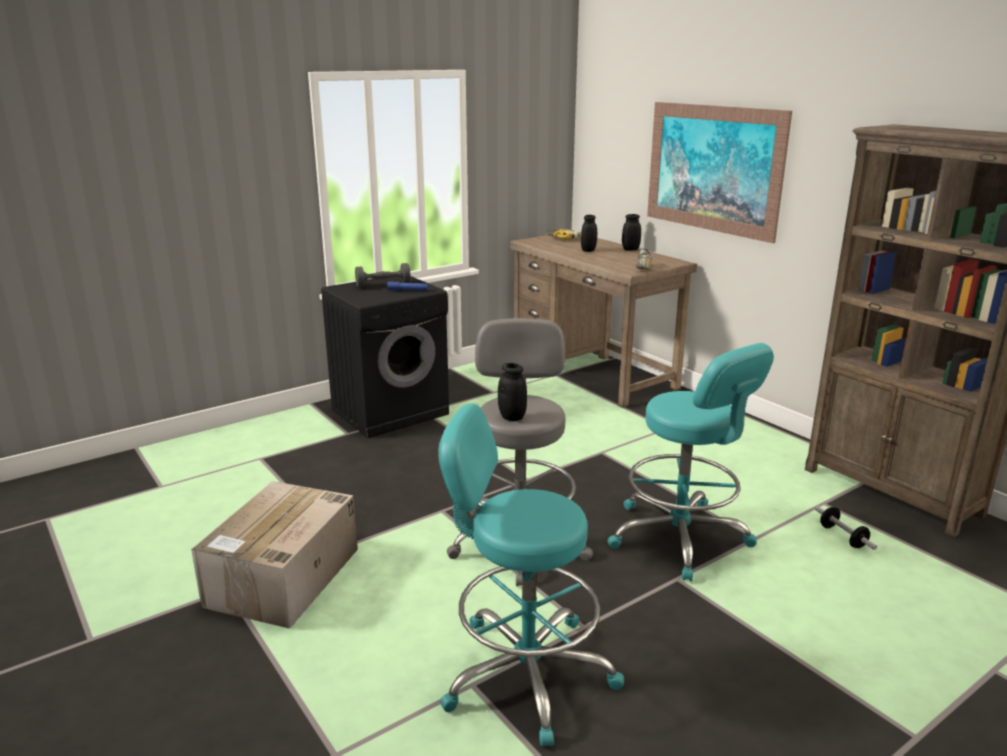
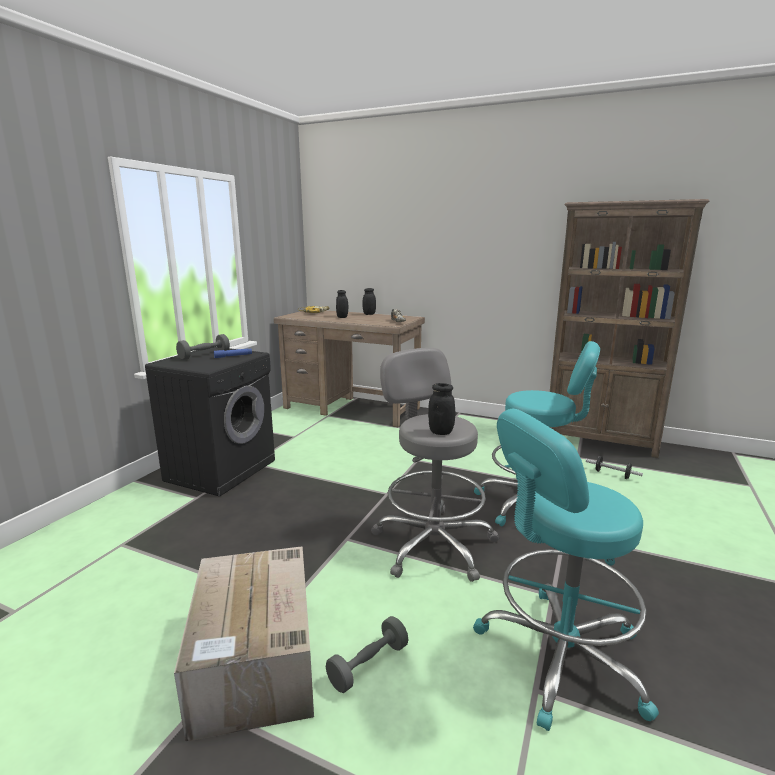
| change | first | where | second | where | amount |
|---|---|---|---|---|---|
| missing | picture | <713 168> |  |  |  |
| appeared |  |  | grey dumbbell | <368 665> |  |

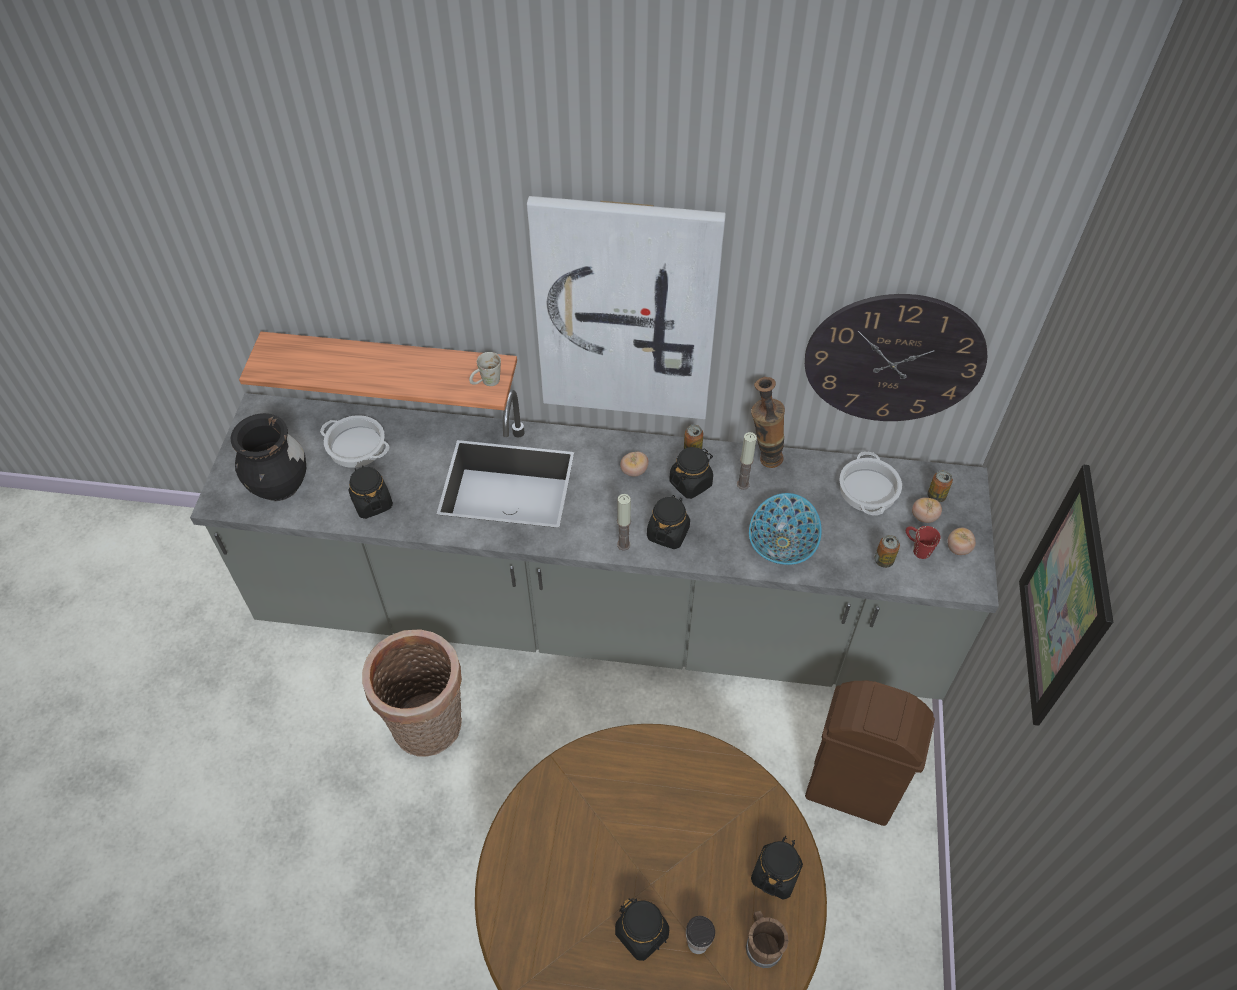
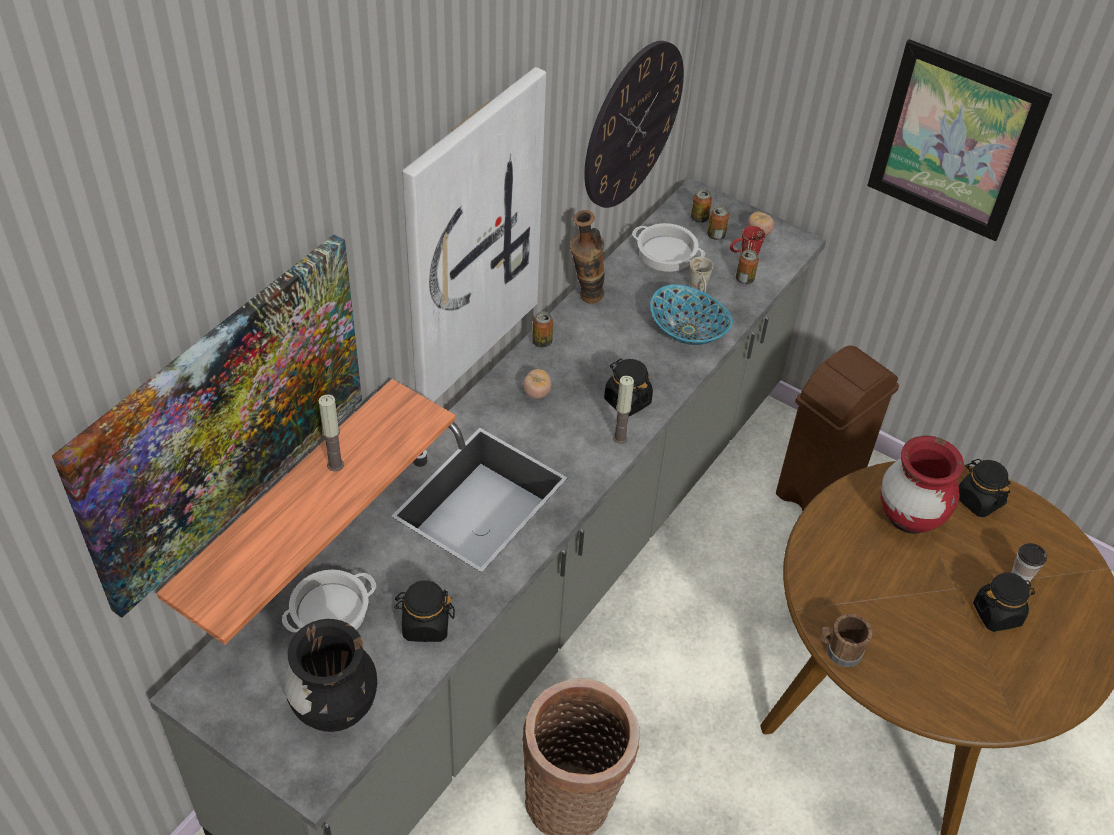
| change | first | where | second | where | amount |
|---|---|---|---|---|---|
| relocated | white mug | <486 383> |  | <699 289> |  |
| relocated | candle | <743 484> |  | <335 464> |  |
| missing | black jar | <690 483> |  |  |  |
| exchanged | tomato | <924 517> | can | <716 235> |  |
| relocated | brown mug | <762 944> |  | <839 651> |  |
| appeared |  |  | picture | <223 420> |  |
| appeared |  |  | red vase | <909 517> |  |

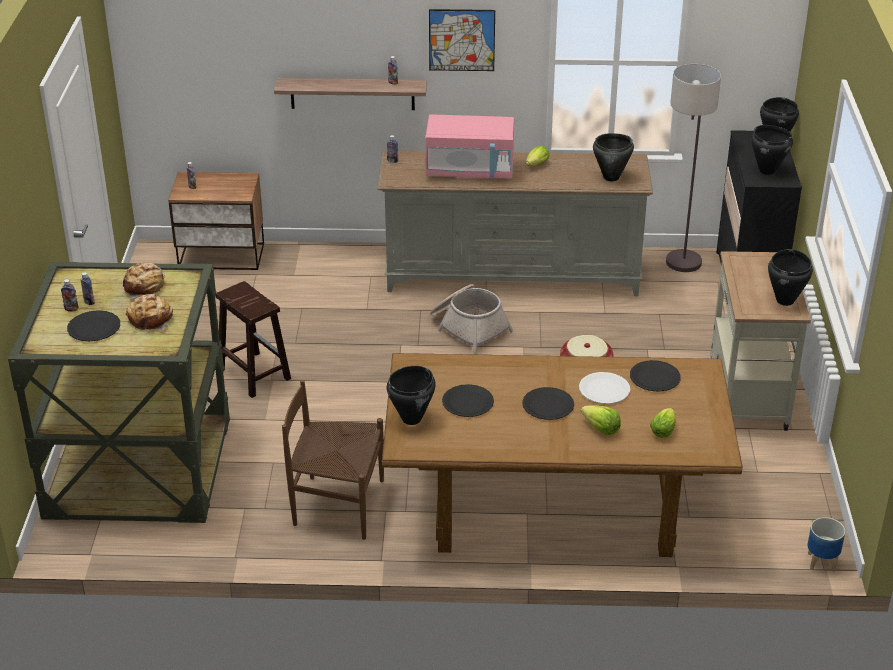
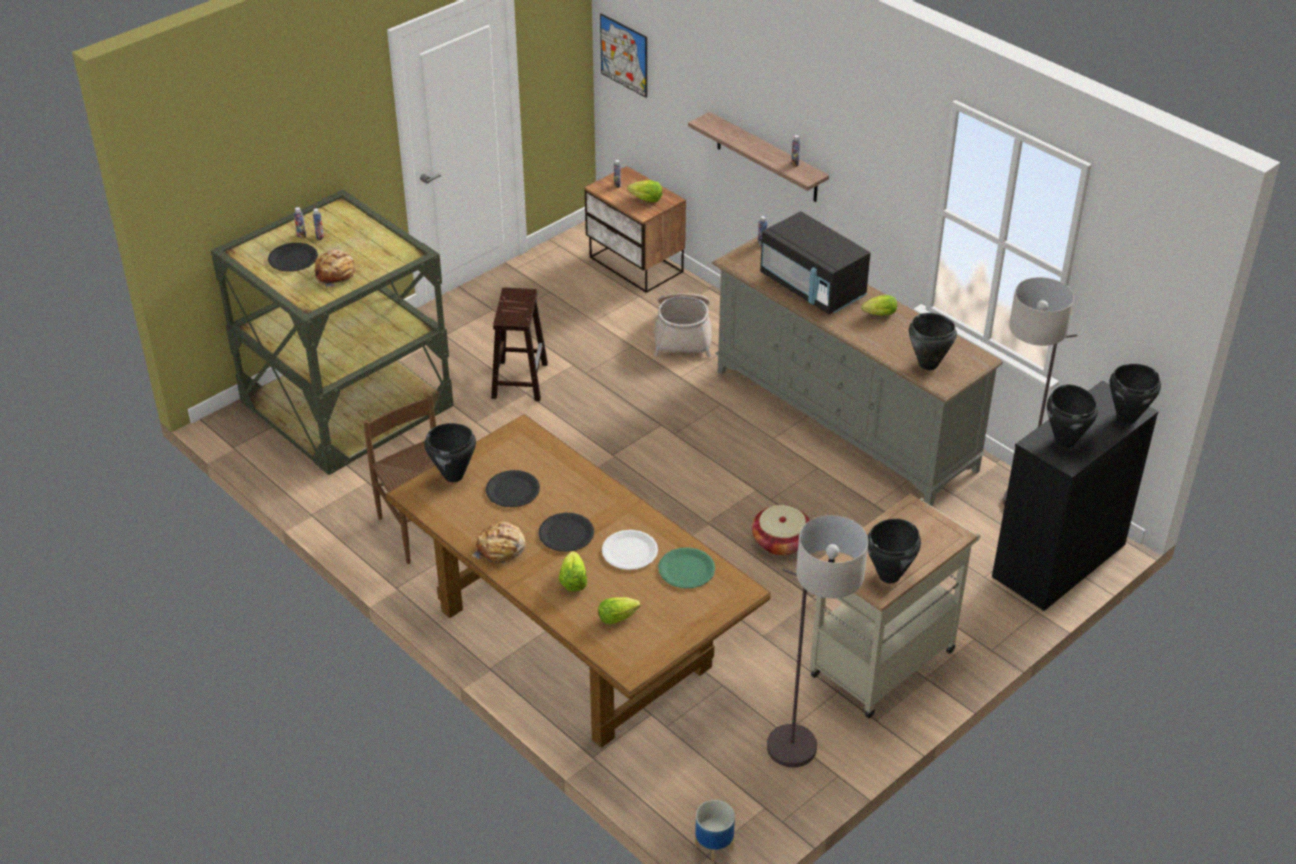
| change | first | where | second | where | amount |
|---|---|---|---|---|---|
| relocated | picture | <461 40> |  | <624 55> |  |
| colour | pink microwave | <470 170> | black microwave | <812 287> |  |
| relocated | bread | <145 287> |  | <501 549> |  |
| relocated | basket | <468 327> |  | <683 334> |  |
| colour | black plate | <654 377> | green plate | <686 569> |  |
| appeared |  |  | lettuce | <646 200> |  |
| appeared |  |  | grey floor lamp | <805 753> |  |

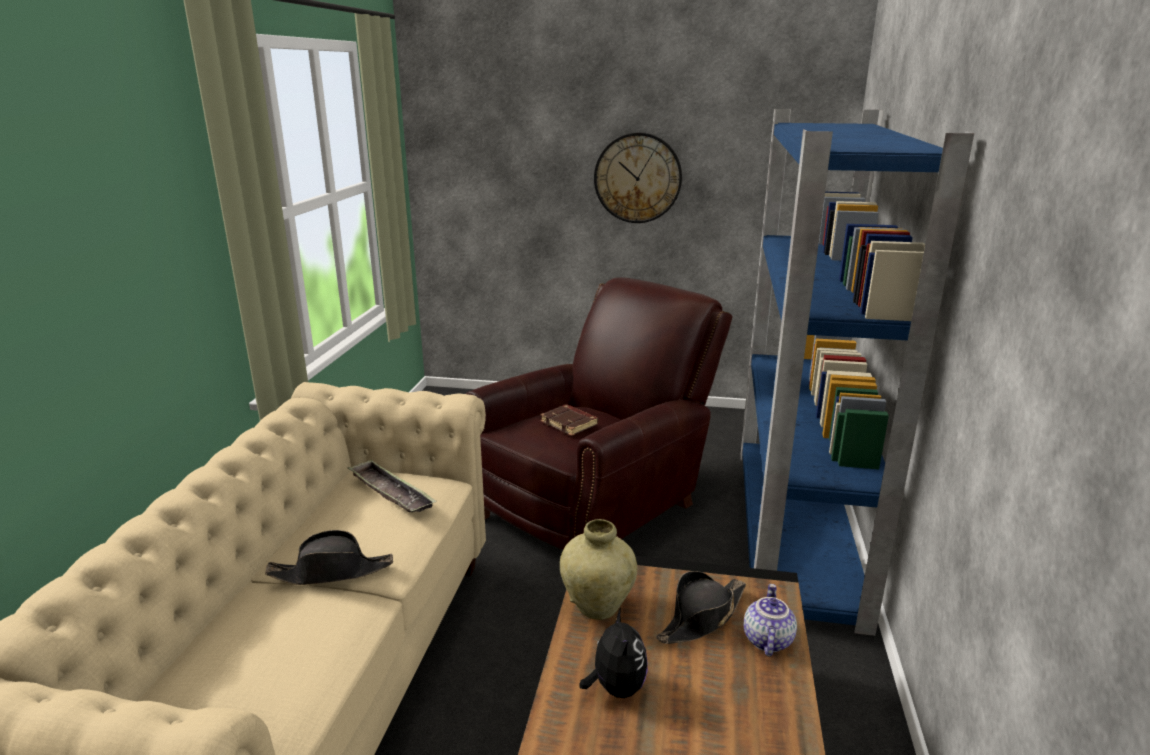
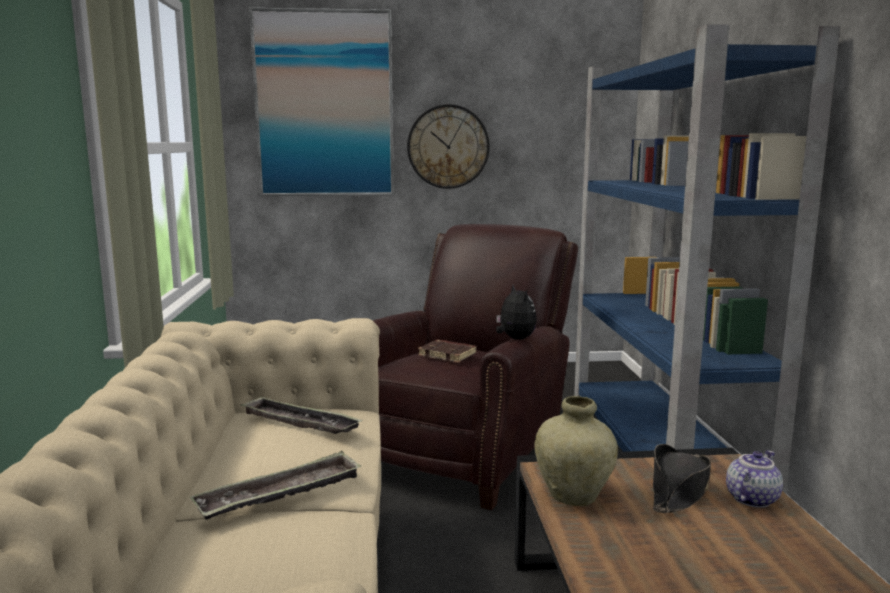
| change | first | where | second | where | amount |
|---|---|---|---|---|---|
| exchanged | black hat | <332 571> | tray | <281 494> |  |
| spun | teapot | <766 639> |  | <750 498> | 45 degrees clockwise |
| relocated | plush toy | <616 687> |  | <515 339> |  |
| appeared |  |  | picture | <324 105> |  |

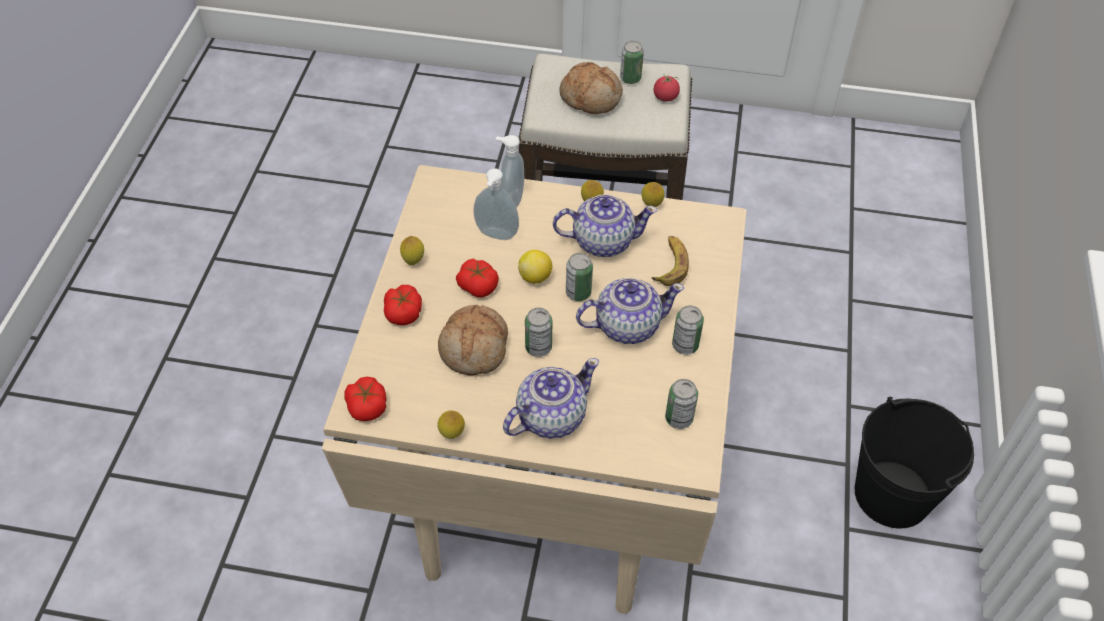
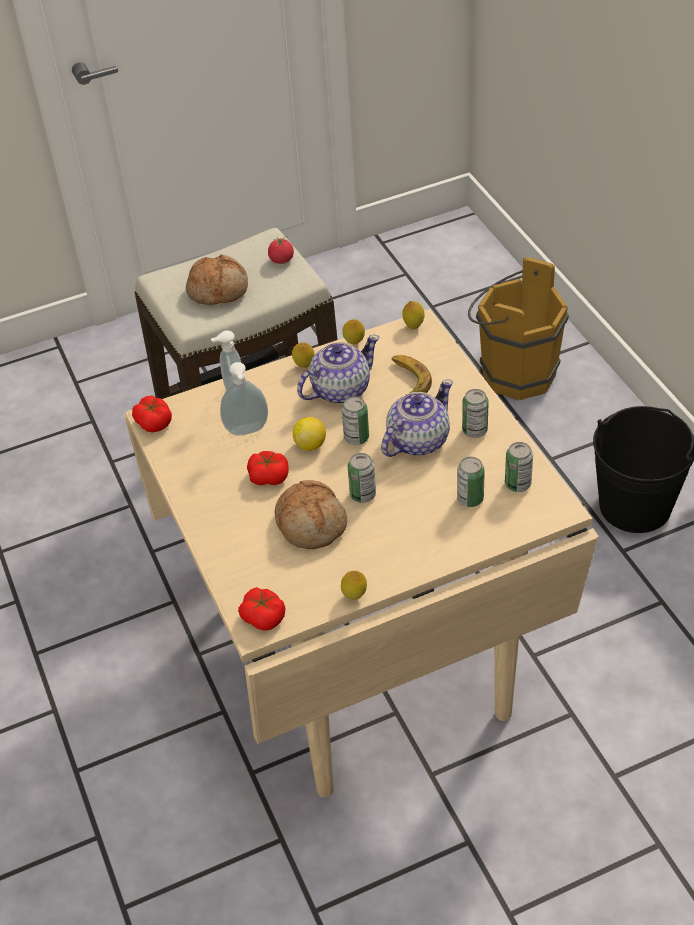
| change | first | where | second | where | amount |
|---|---|---|---|---|---|
| relocated | can | <630 78> |  | <470 499> |  |
| relocated | lemon | <413 261> |  | <413 326> |  |
| relocated | tomato | <404 312> |  | <154 422> |  |
| missing | teapot | <550 417> |  |  |  |
| appeared |  |  | brown bucket | <513 373> |  |

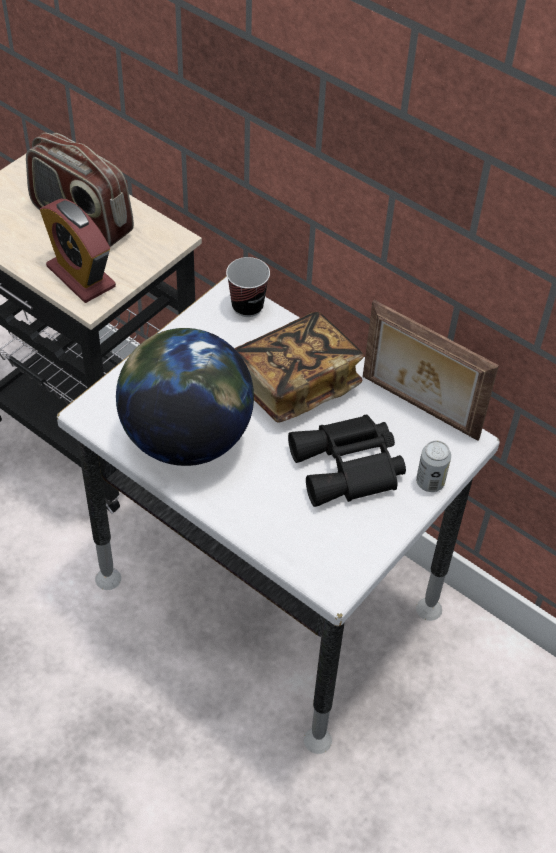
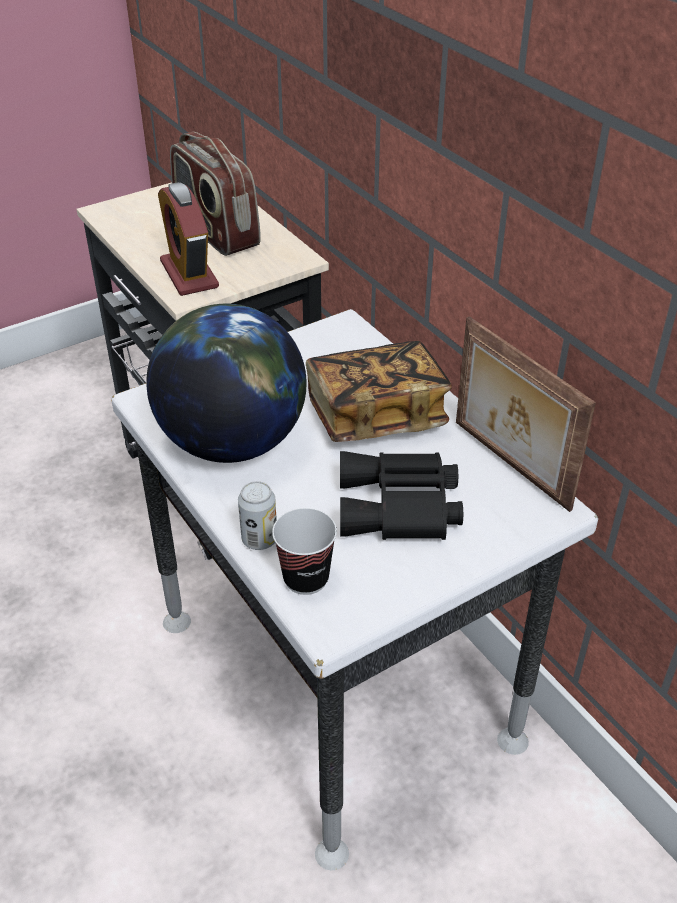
| change | first | where | second | where | amount |
|---|---|---|---|---|---|
| relocated | cup | <247 306> |  | <306 578> |  |
| relocated | can | <430 482> |  | <259 539> |  |

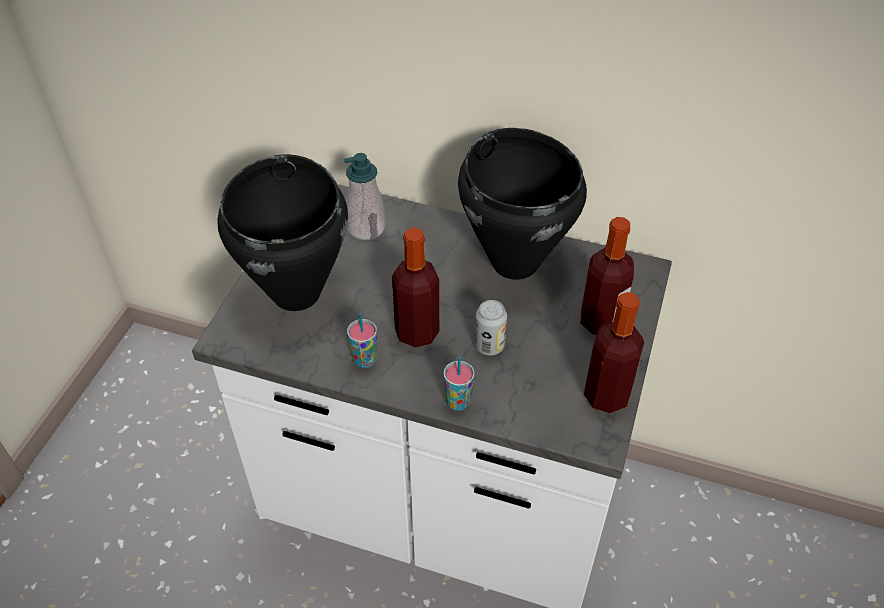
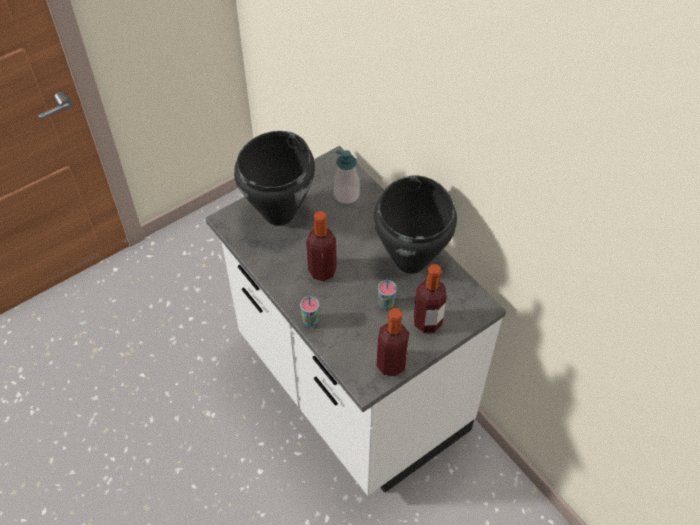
| change | first | where | second | where | amount |
|---|---|---|---|---|---|
| missing | can | <489 345> |  |  |  |
| relocated | cup | <365 360> |  | <386 304> |  |

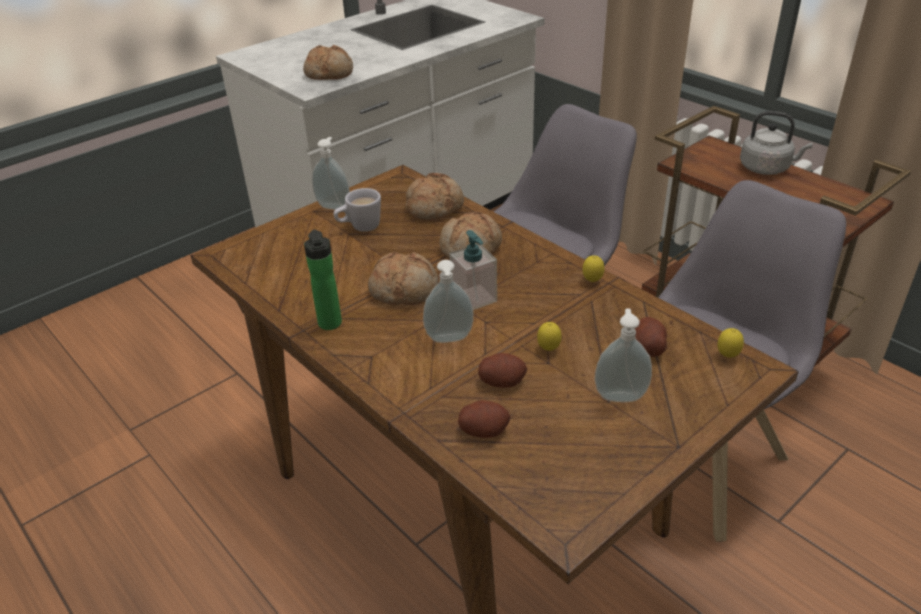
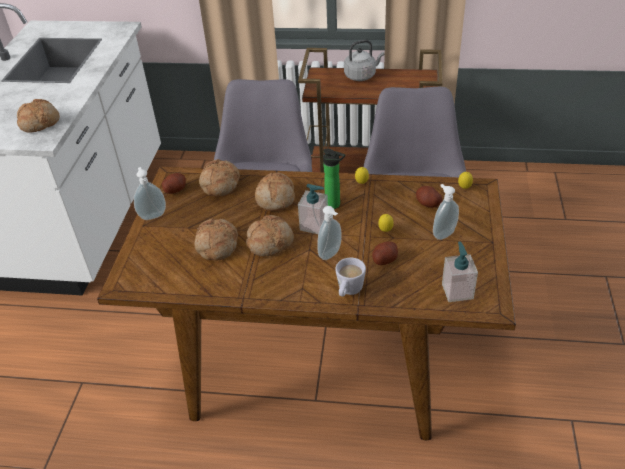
| change | first | where | second | where | amount |
|---|---|---|---|---|---|
| relocated | white mug | <359 227> |  | <348 291> |  |
| relocated | bottle | <330 325> |  | <334 205> |  |
| relocated | potato | <484 430> |  | <175 190> |  |
| appeared |  |  | bread | <216 245> |  |
| appeared |  |  | soap dispenser | <457 291> |  |

